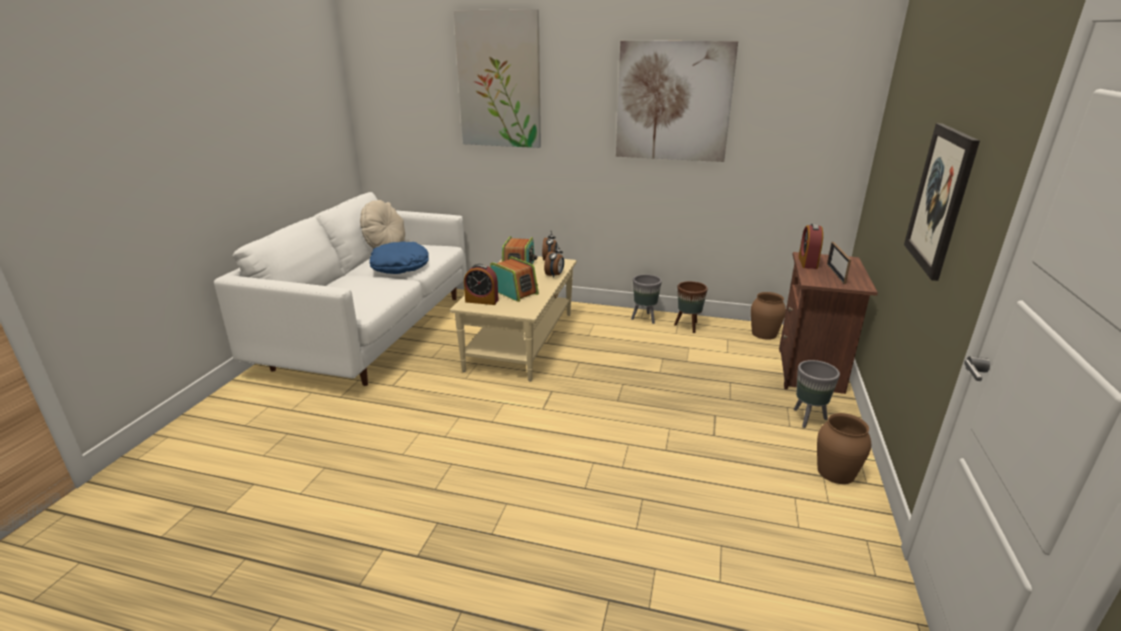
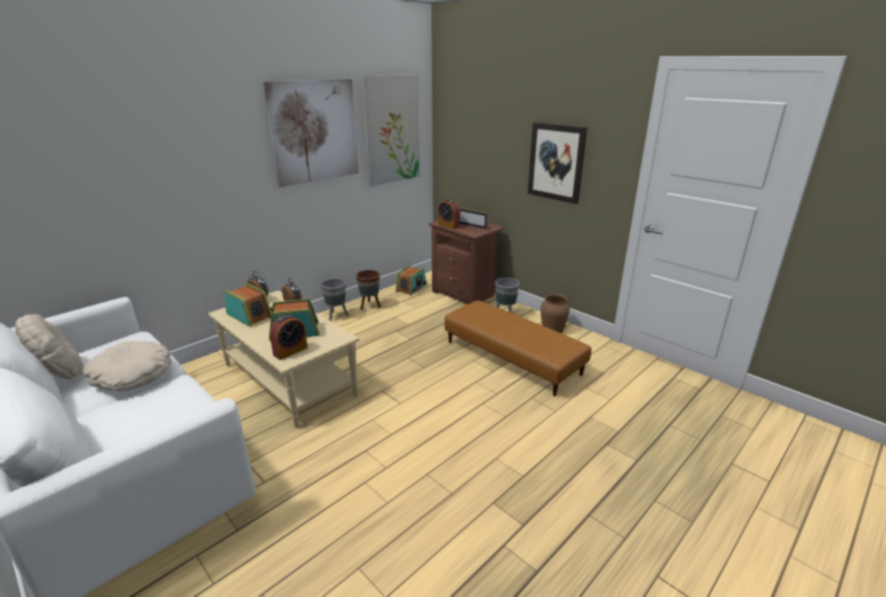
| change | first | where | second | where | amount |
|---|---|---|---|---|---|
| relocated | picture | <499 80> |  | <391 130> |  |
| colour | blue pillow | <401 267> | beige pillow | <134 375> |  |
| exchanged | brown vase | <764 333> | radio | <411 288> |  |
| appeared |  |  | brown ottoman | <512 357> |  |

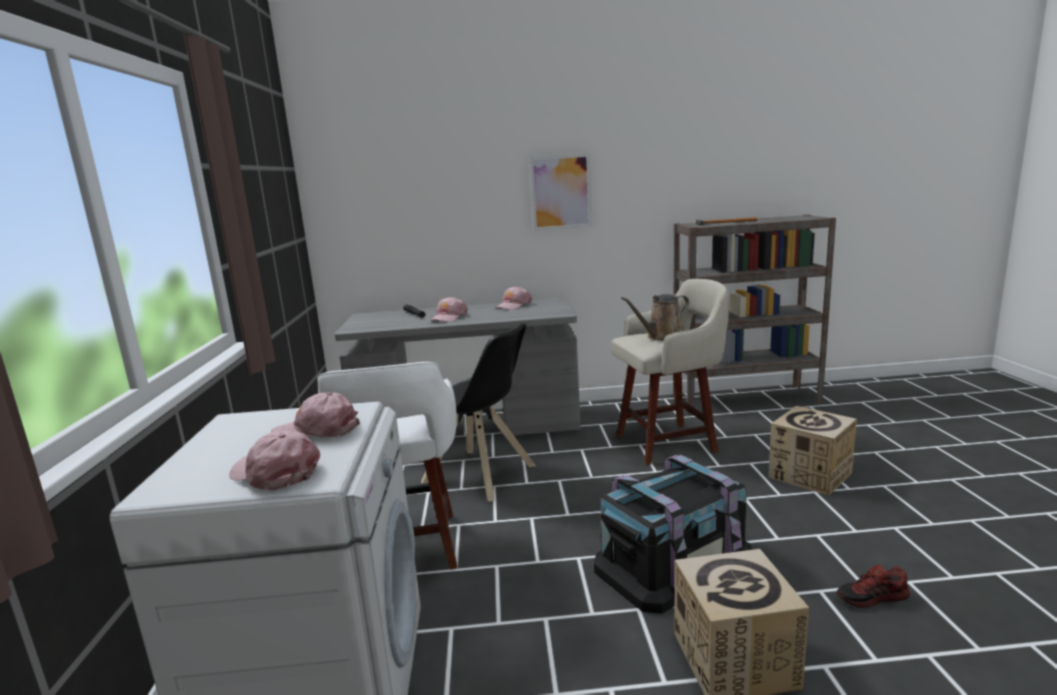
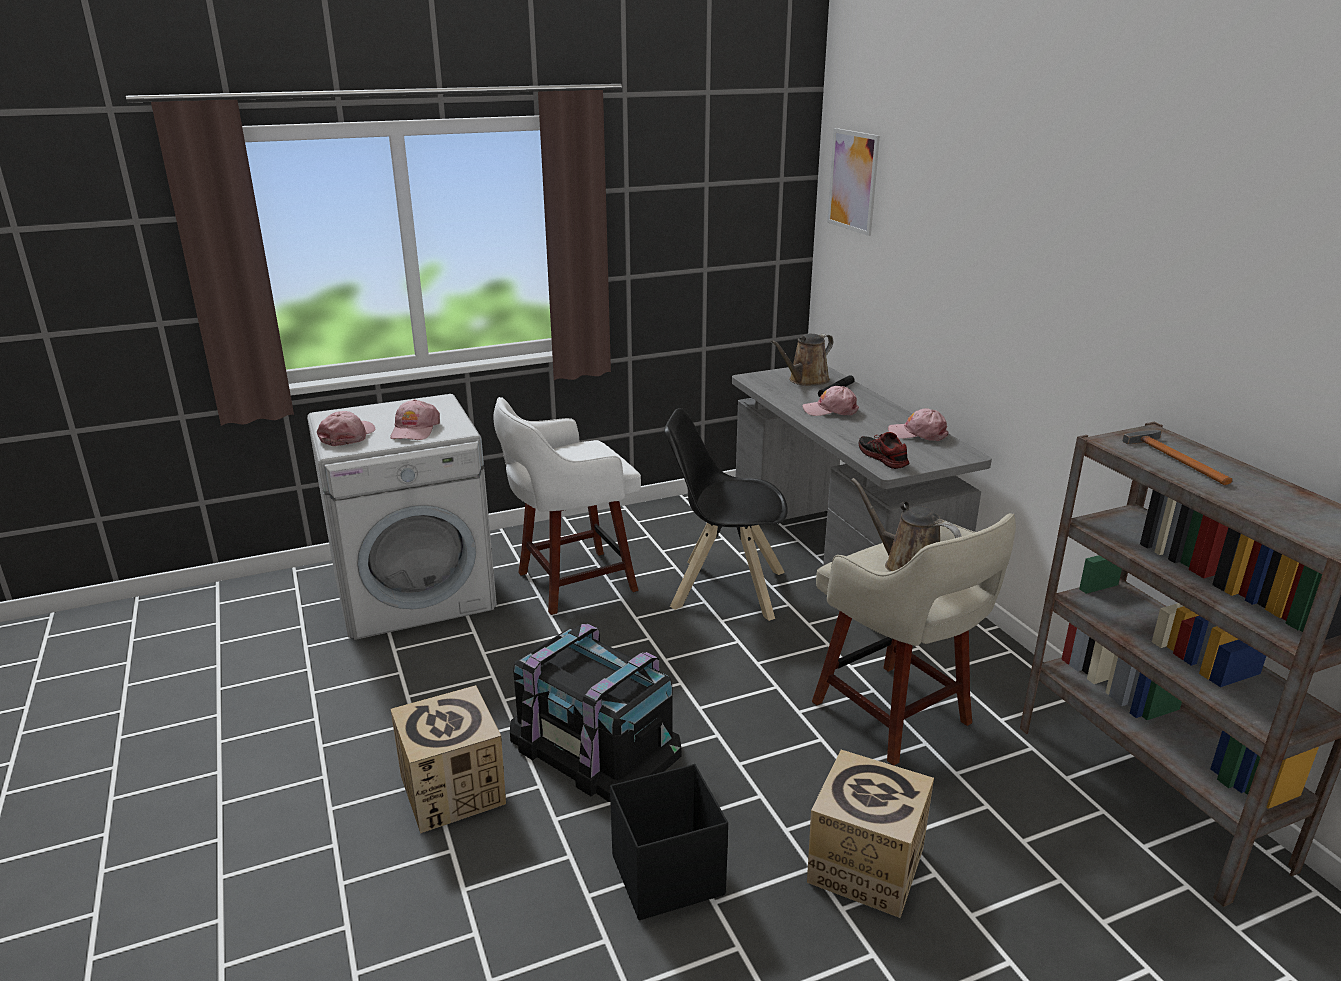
| change | first | where | second | where | amount |
|---|---|---|---|---|---|
| relocated | picture | <561 192> |  | <853 181> |  |
| spun | black chair | <482 475> |  | <724 589> | 90 degrees clockwise |
| spun | pink cap | <317 431> |  | <414 430> | 150 degrees counterclockwise |
| relocated | shoe | <872 598> |  | <882 458> |  |
| appeared |  |  | brown watering can | <806 380> |  |
| appeared |  |  | black storage box | <665 875> |  |

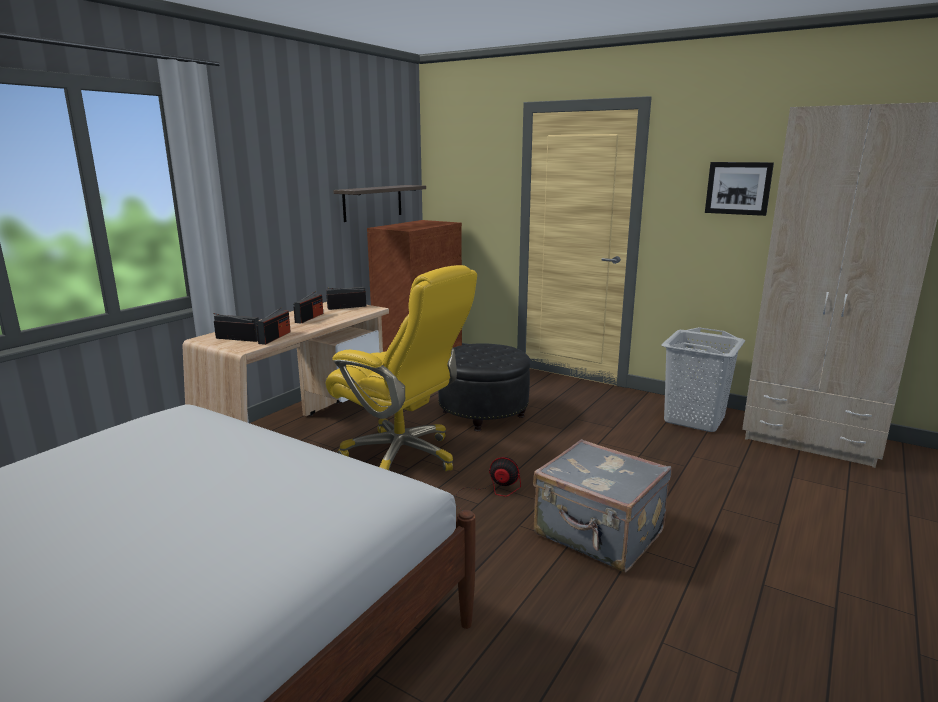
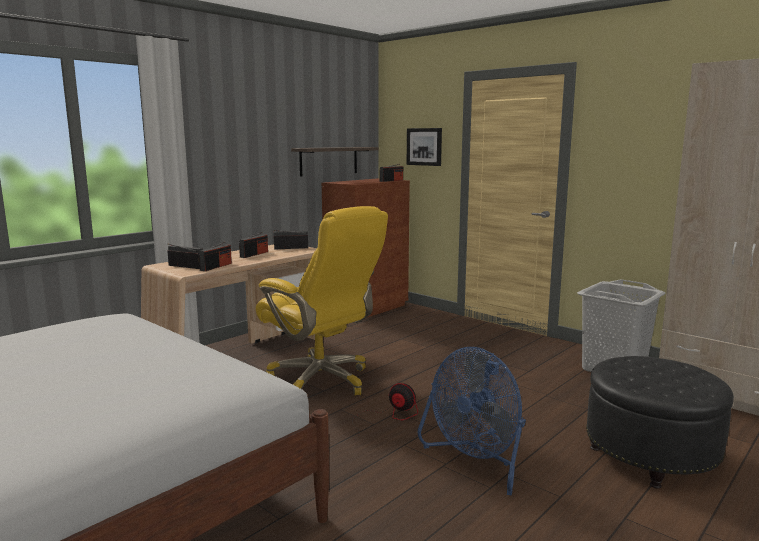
| change | first | where | second | where | amount |
|---|---|---|---|---|---|
| relocated | picture | <738 188> |  | <424 146> |  |
| relocated | black ottoman | <483 414> |  | <650 457> |  |
| exchanged | grey suitcase | <598 534> | blue fan | <476 459> |  |
| appeared |  |  | radio | <391 181> |  |

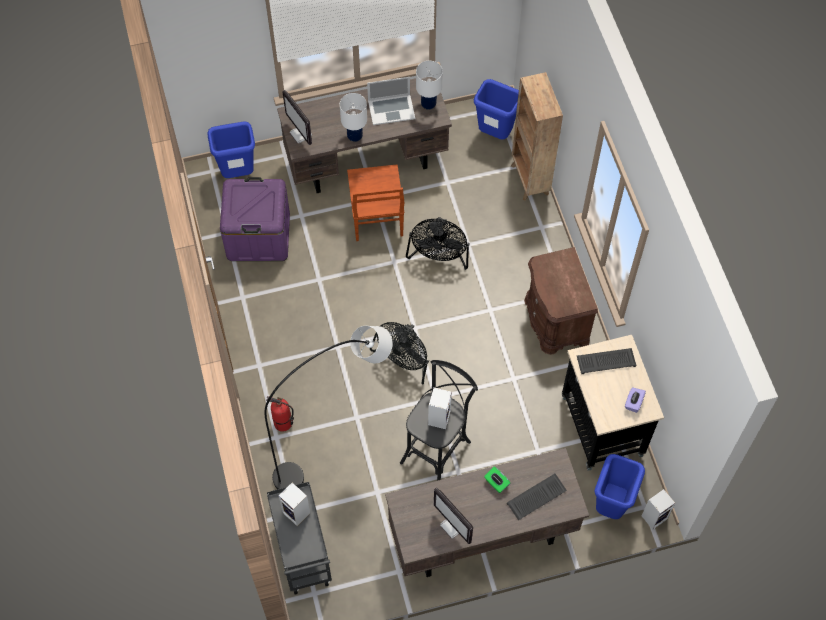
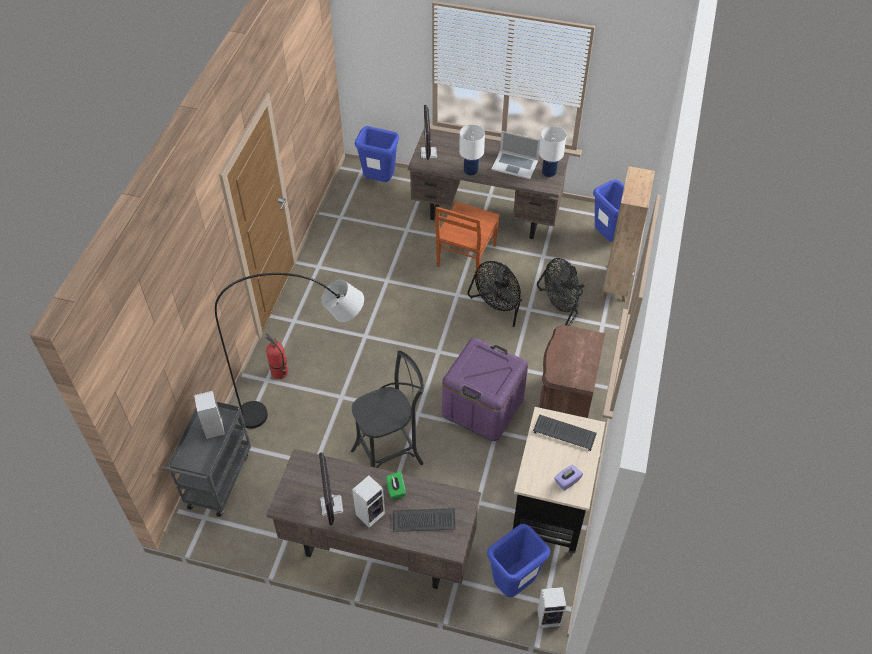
| change | first | where | second | where | amount |
|---|---|---|---|---|---|
| relocated | purple storage box | <258 236> |  | <483 407> |  |
| relocated | black fan | <404 357> |  | <562 304> |  |
| relocated | speaker | <439 417> |  | <370 513> |  |

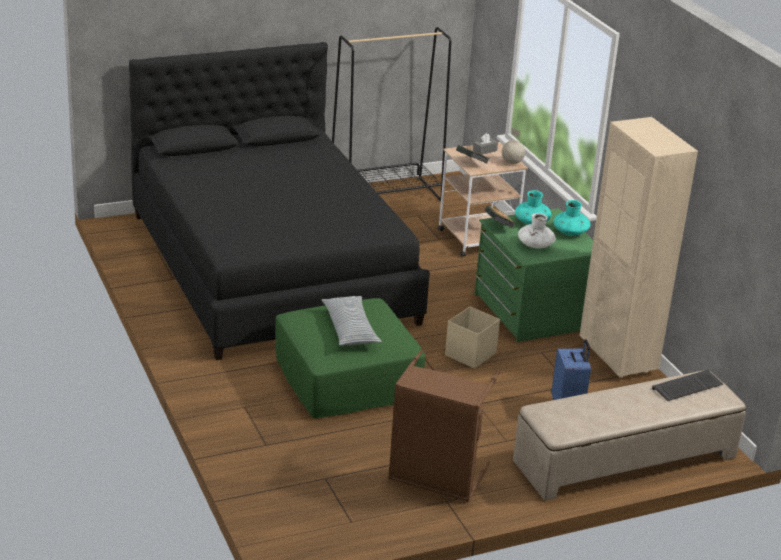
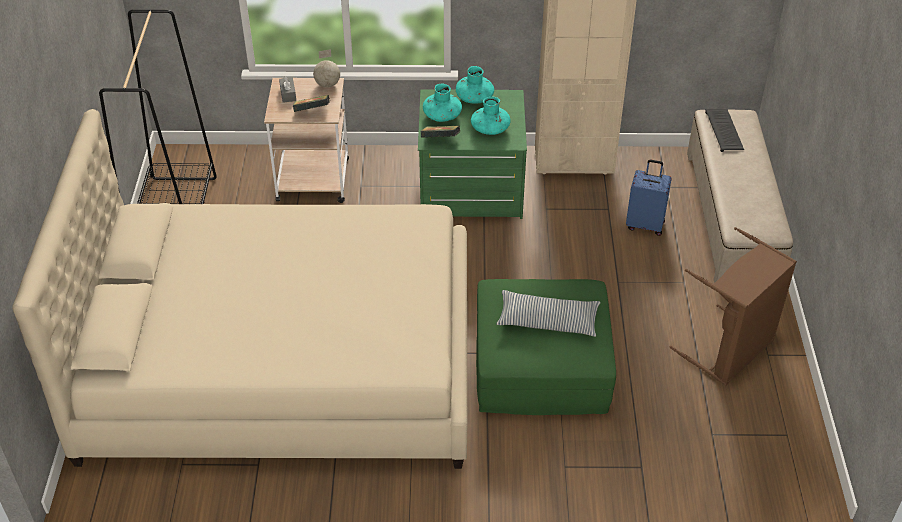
| change | first | where | second | where | amount |
|---|---|---|---|---|---|
| colour | black bed | <271 267> | beige bed | <281 363> |  |
| colour | white vase | <535 245> | turquoise vase | <490 129> |  |
| missing | beige storage box | <469 354> |  |  |  |

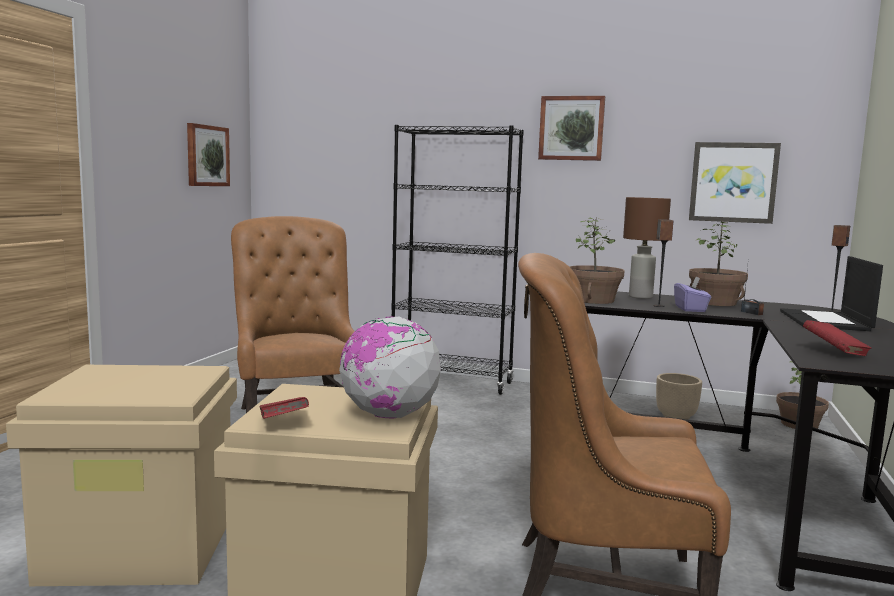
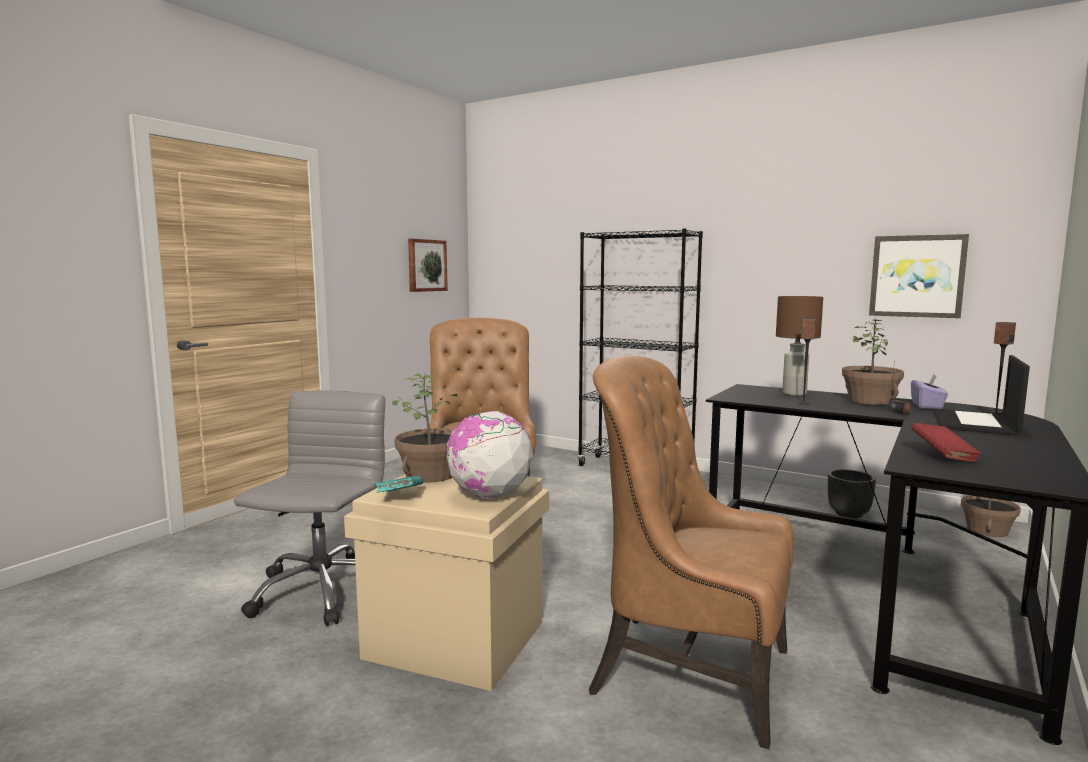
| change | first | where | second | where | amount |
|---|---|---|---|---|---|
| missing | picture | <571 128> |  |  |  |
| relocated | potted plant | <594 300> |  | <431 475> |  |
| relocated | purple tissue box | <690 309> |  | <927 406> |  |
| exchanged | beige storage box | <143 547> | grey office chair | <321 591> |  |
| colour | beige planter | <676 417> | black planter | <849 514> |  |
| colour | red book | <283 423> | turquoise book | <400 497> |  |

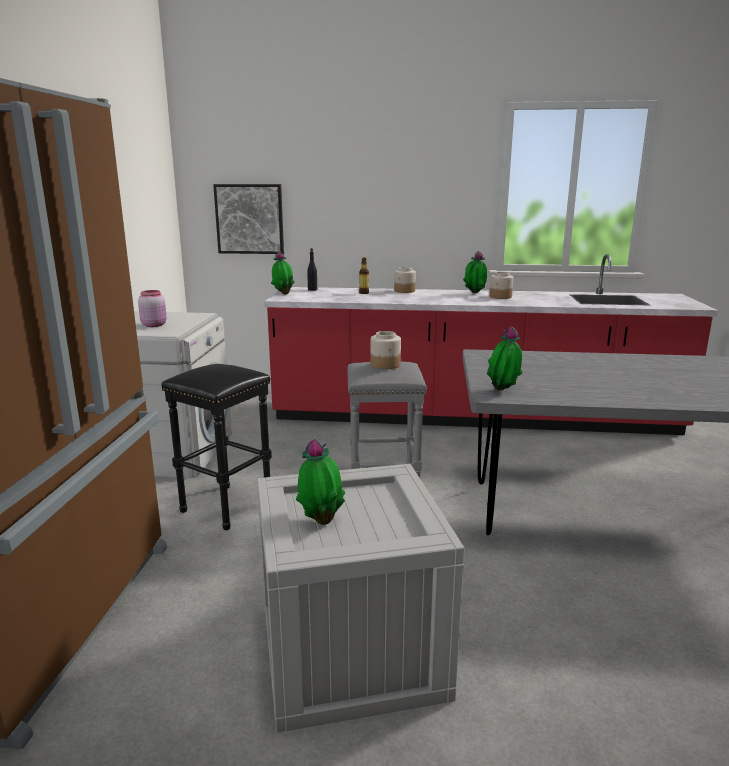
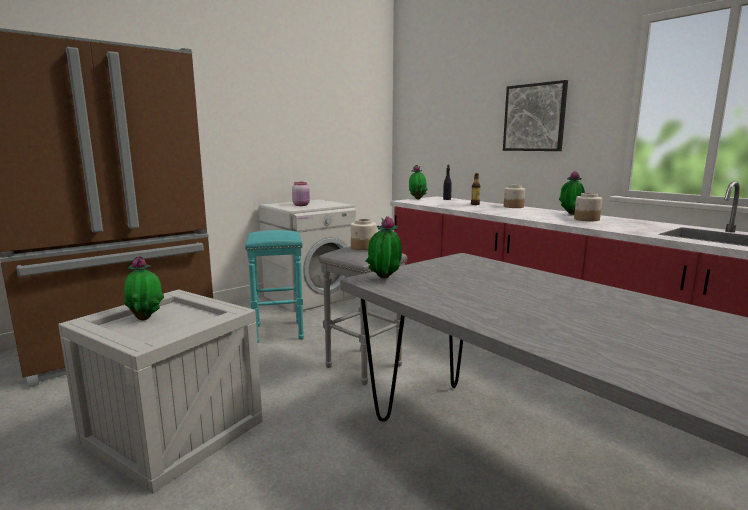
| change | first | where | second | where | amount |
|---|---|---|---|---|---|
| relocated | picture | <249 219> |  | <534 117> |  |
| colour | black stool | <226 505> | turquoise stool | <279 331> |  |

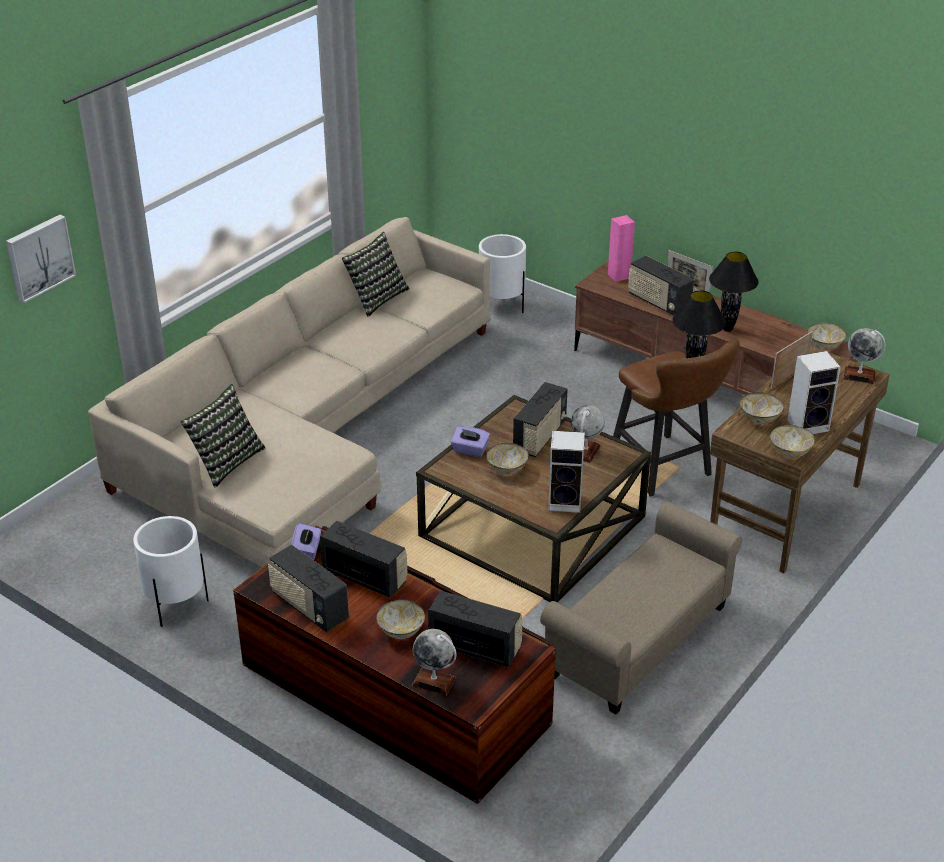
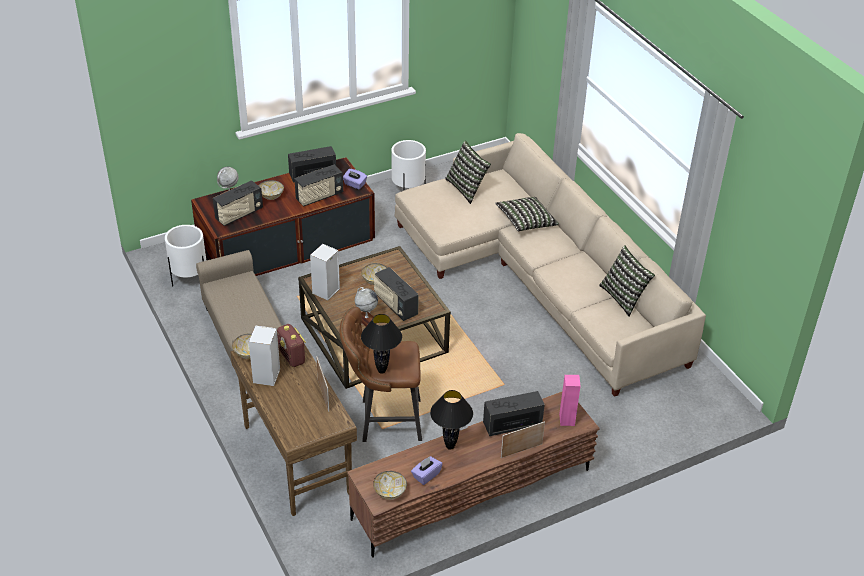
| change | first | where | second | where | amount |
|---|---|---|---|---|---|
| missing | picture | <39 257> |  |  |  |
| relocated | white planter | <501 306> |  | <190 279> |  |
| missing | globe | <859 375> |  |  |  |
| exchanged | bowl | <759 418> | radio | <292 357> |  |
| relocated | purple tissue box | <470 450> |  | <426 475> |  |
| appeared |  |  | pillow | <526 222> |  |

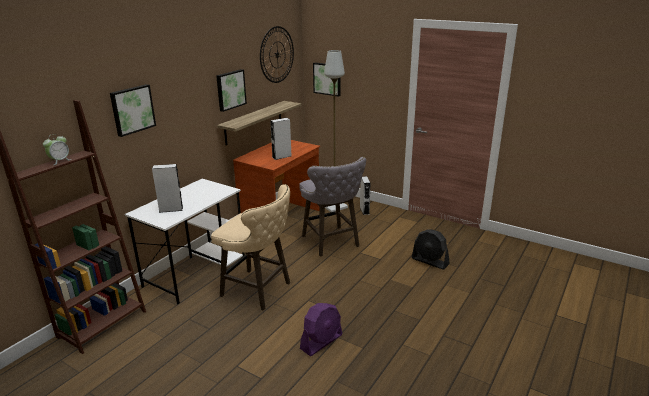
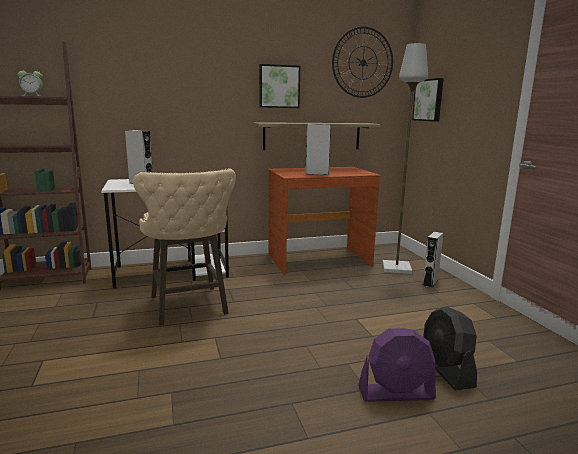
| change | first | where | second | where | amount |
|---|---|---|---|---|---|
| missing | picture | <132 109> |  |  |  |
| missing | grey stool | <331 242> |  |  |  |
| relocated | purple fan | <321 342> |  | <396 393> |  |

